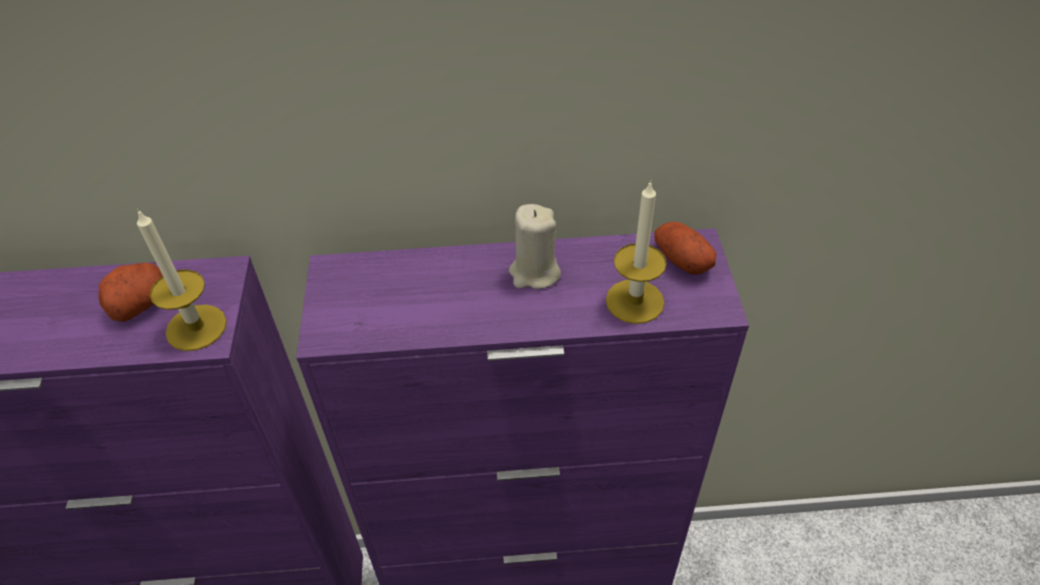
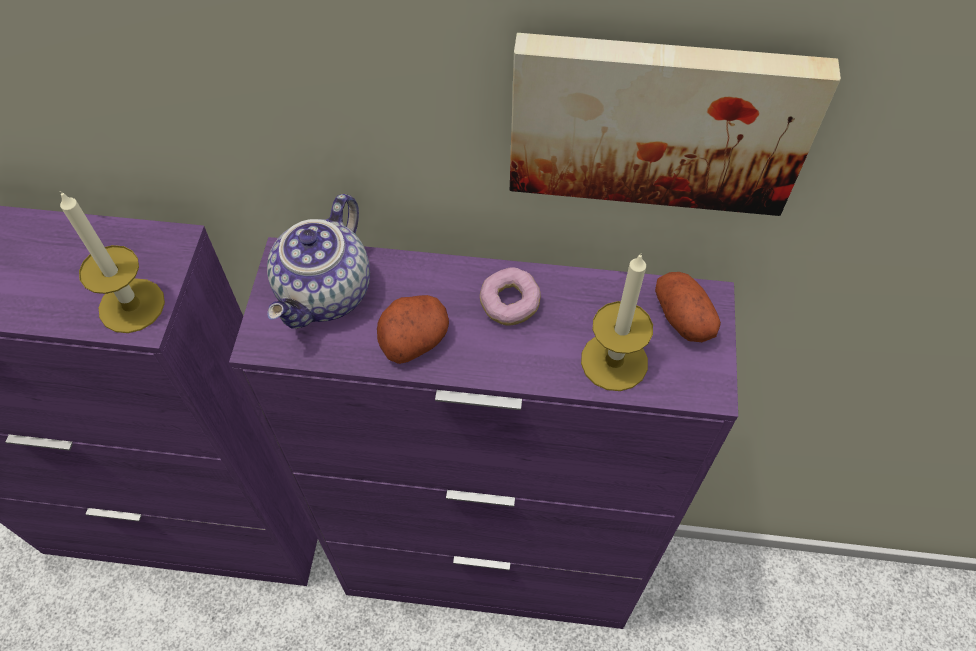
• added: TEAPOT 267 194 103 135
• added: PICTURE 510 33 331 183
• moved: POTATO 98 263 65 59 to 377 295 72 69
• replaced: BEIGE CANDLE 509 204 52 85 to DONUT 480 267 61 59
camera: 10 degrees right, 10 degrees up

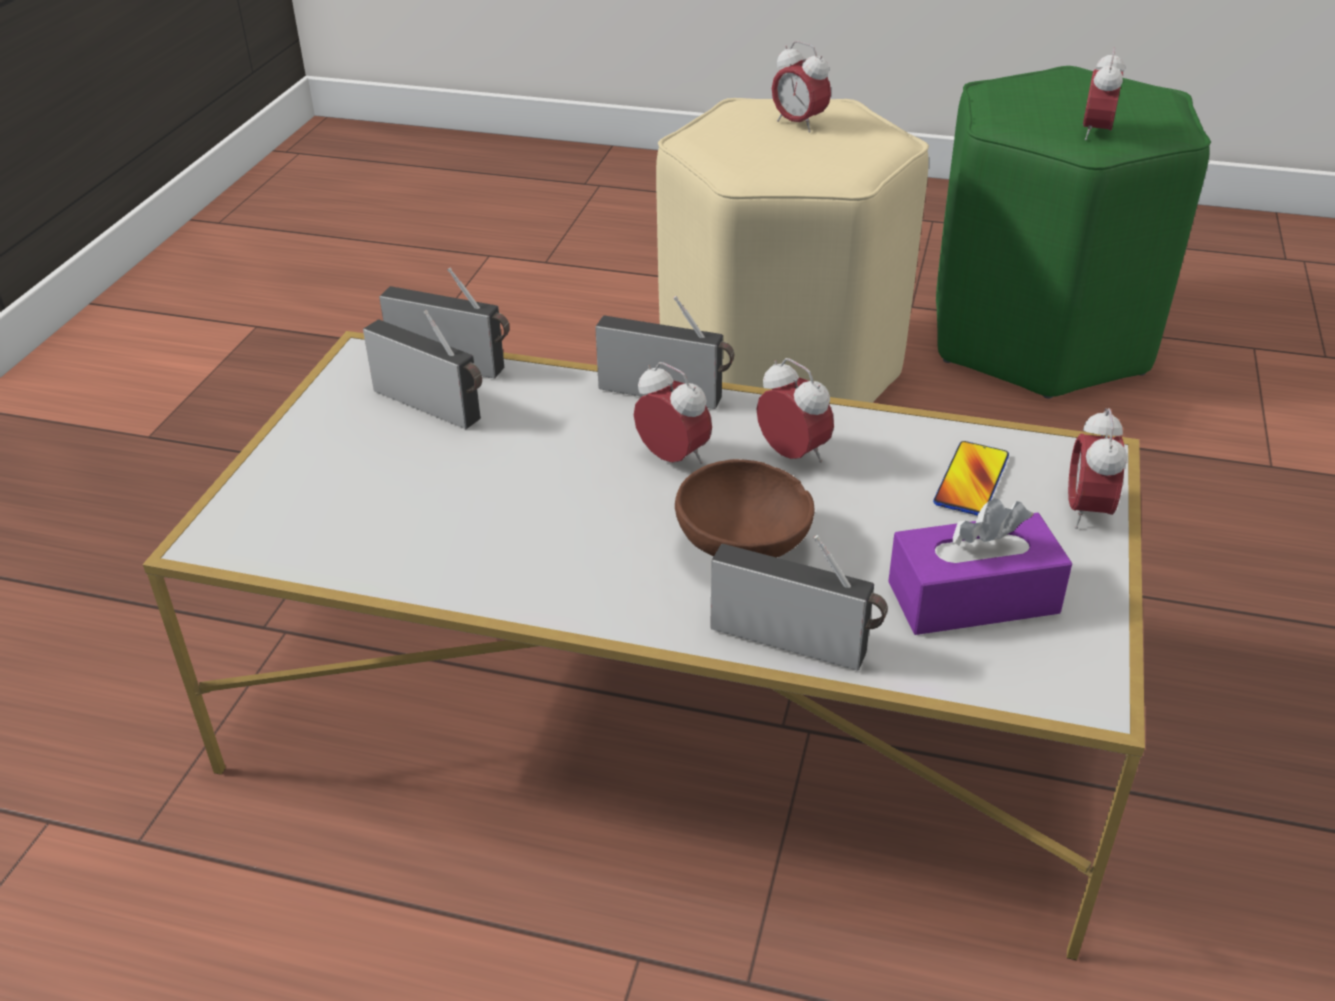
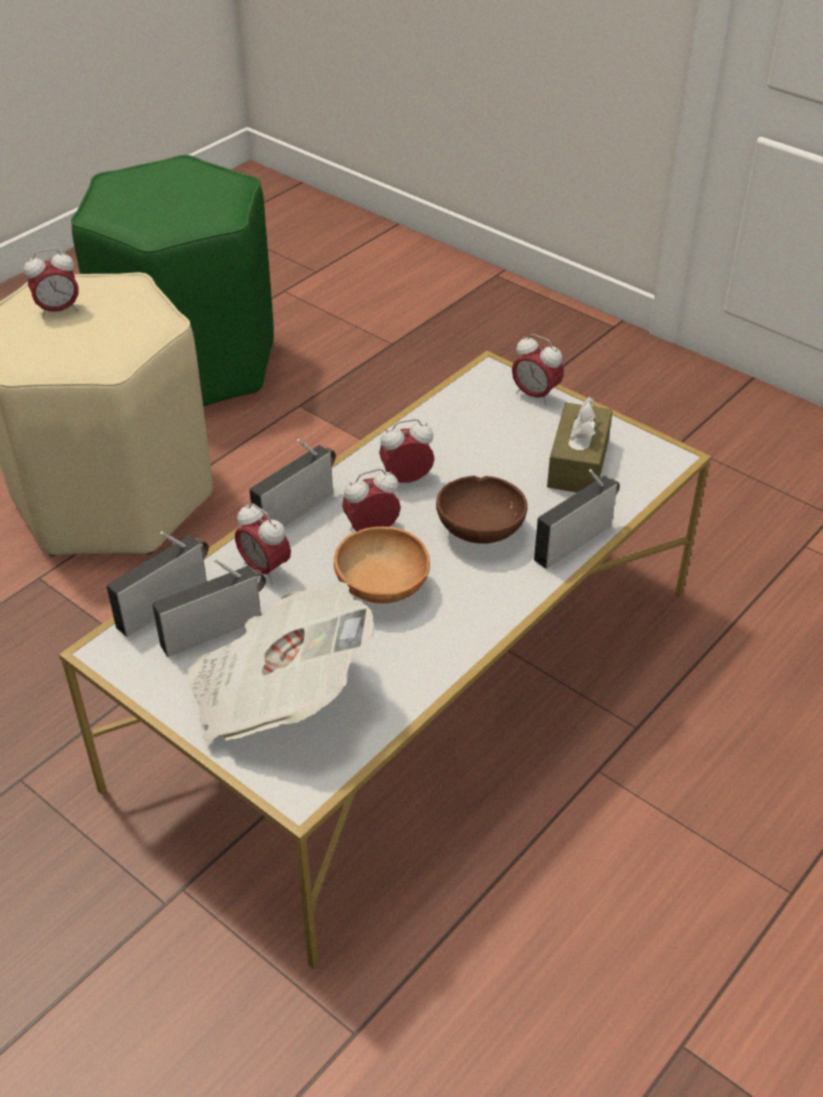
• removed: PHONE 933 441 76 75
• added: NEWSPAPER 188 582 186 161
• added: BROWN BOWL 334 527 96 76
• moved: ALARM CLOCK 1083 48 42 92 to 235 503 56 81
• recoloured: PURPLE TISSUE BOX 888 498 184 137 to BROWN TISSUE BOX 547 396 66 96
camera: 65 degrees left, 5 degrees up

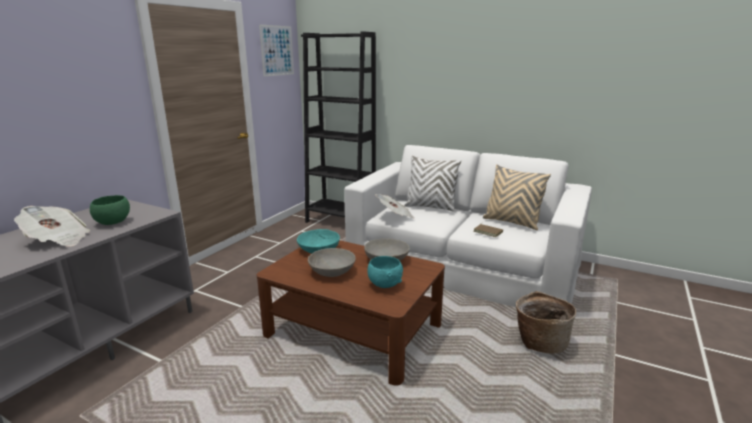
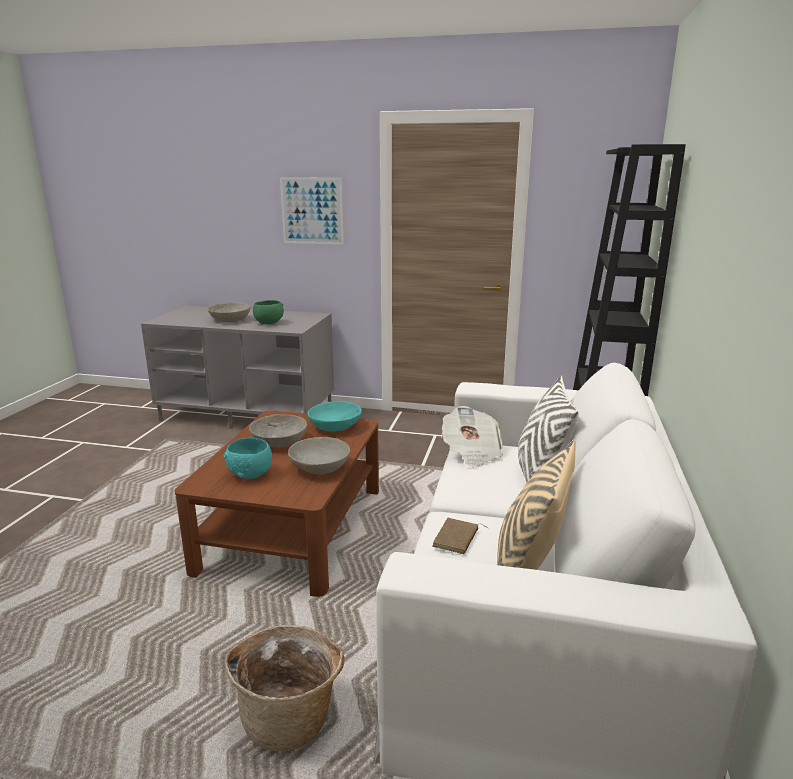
• moved: PICTURE 259 24 35 52 to 280 177 64 68
• replaced: NEWSPAPER 14 206 76 41 to GREY BOWL 207 303 43 19
camera: 75 degrees right, 0 degrees up

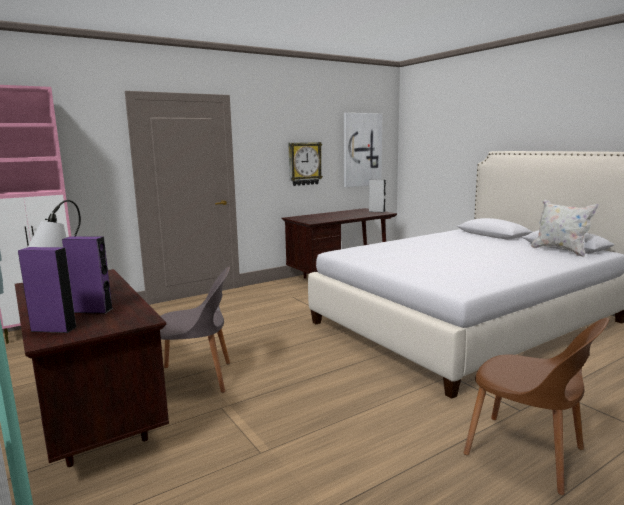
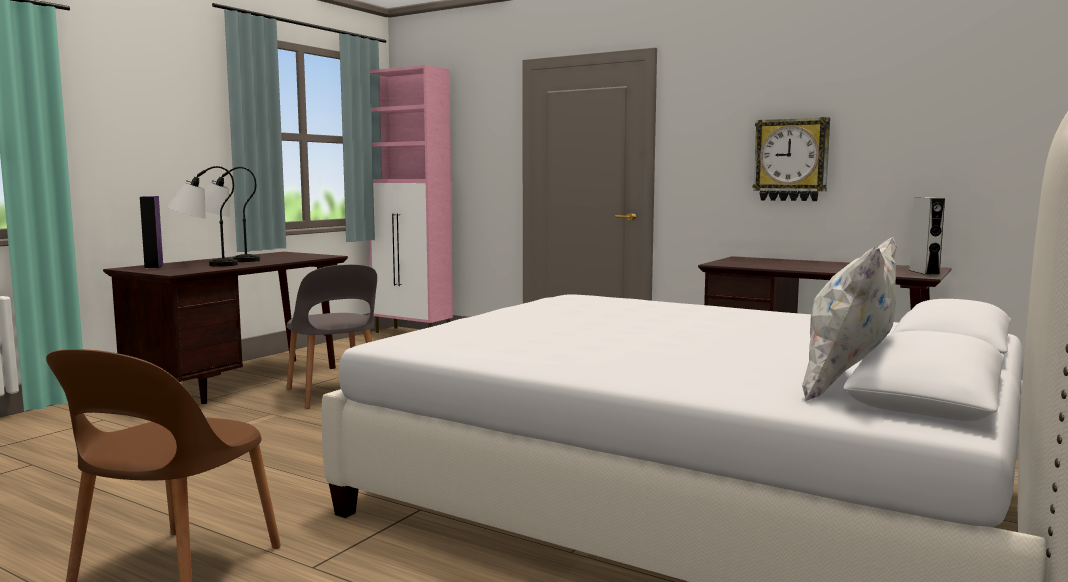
• removed: PICTURE 344 113 38 74
• replaced: PURPLE SPEAKER 62 236 51 77 to TABLE LAMP 167 166 71 101
camera: 65 degrees right, 5 degrees down

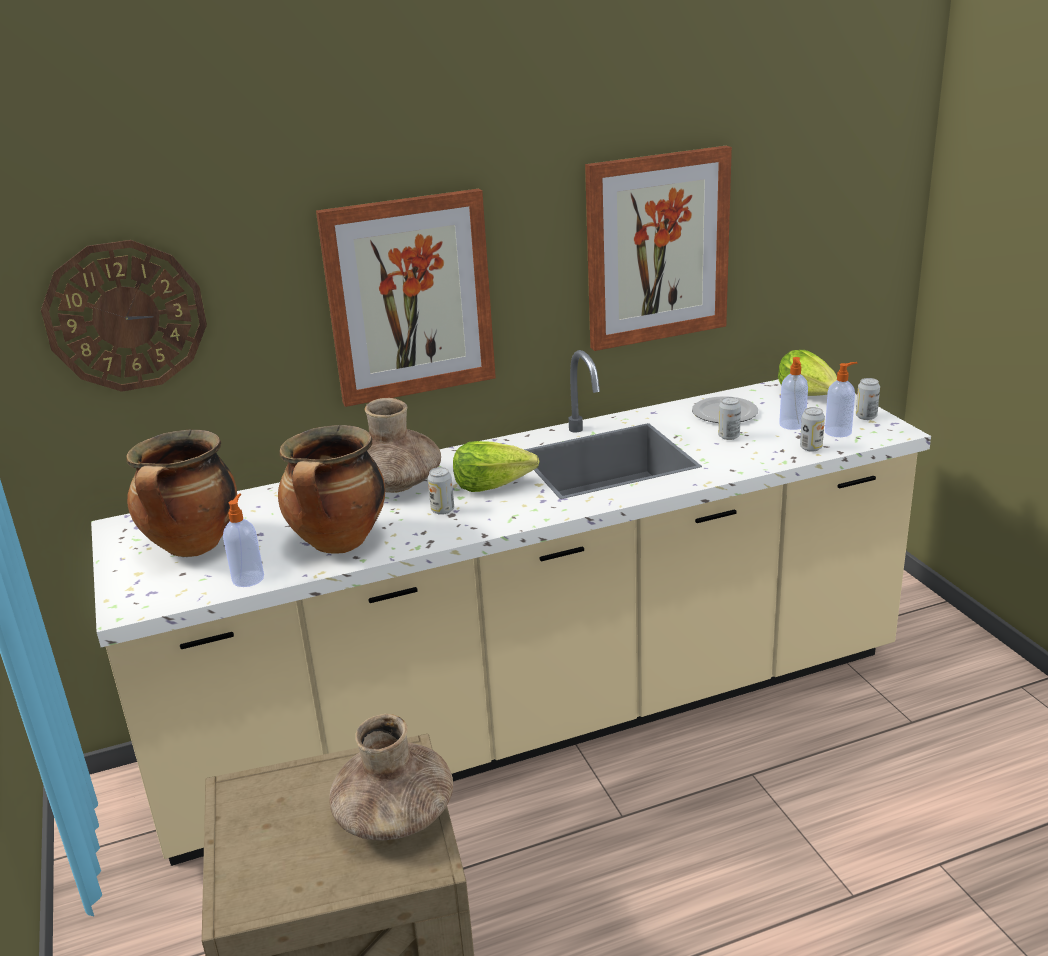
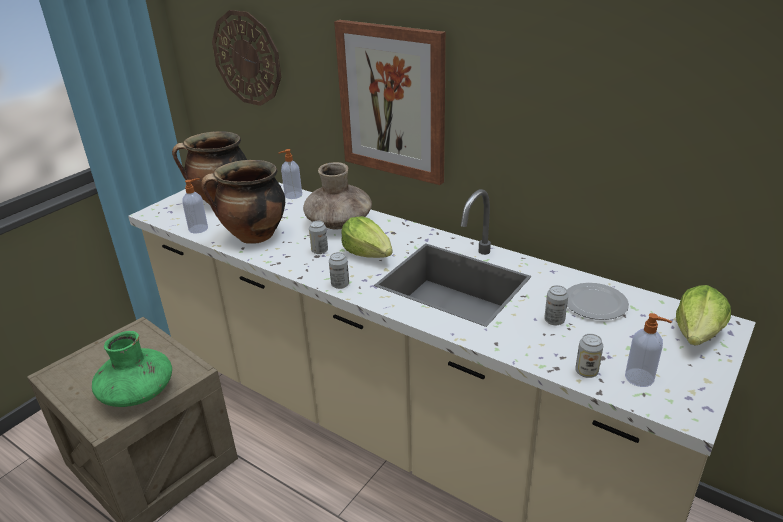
• removed: PICTURE 585 146 147 205
• moved: SOAP DISPENSER 779 357 29 73 to 278 149 24 50
• moved: CAN 856 378 24 42 to 329 252 20 37
• recoloured: BROWN VASE 329 714 124 126 to GREEN VASE 92 331 80 76
camera: 55 degrees right, 5 degrees up

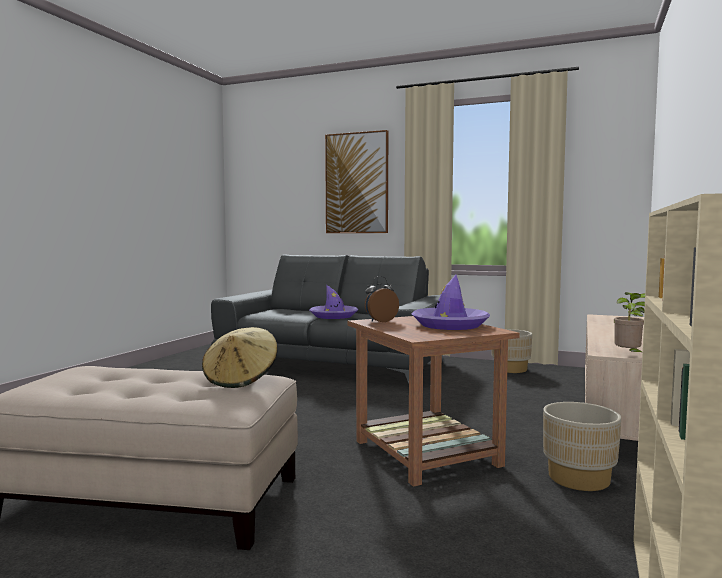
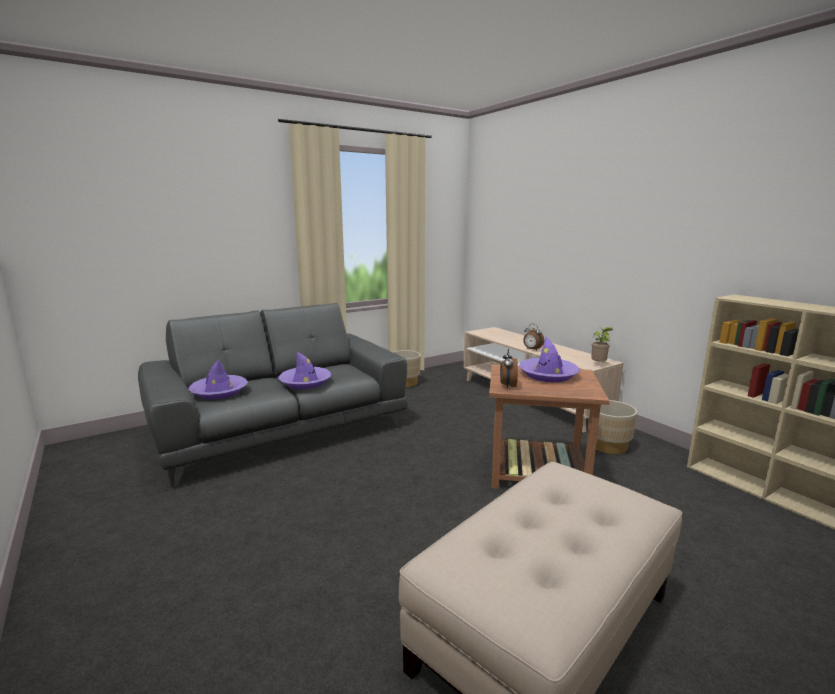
• removed: BEIGE HAT 202 327 76 61
• removed: PICTURE 325 130 63 103
• added: PURPLE HAT 189 360 59 40
• added: ALARM CLOCK 523 324 21 27
camera: 55 degrees left, 10 degrees up

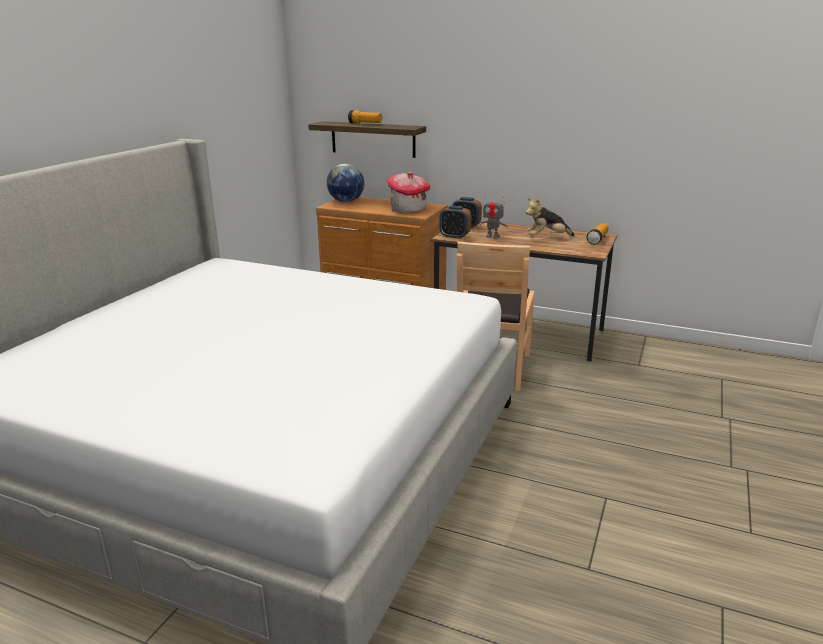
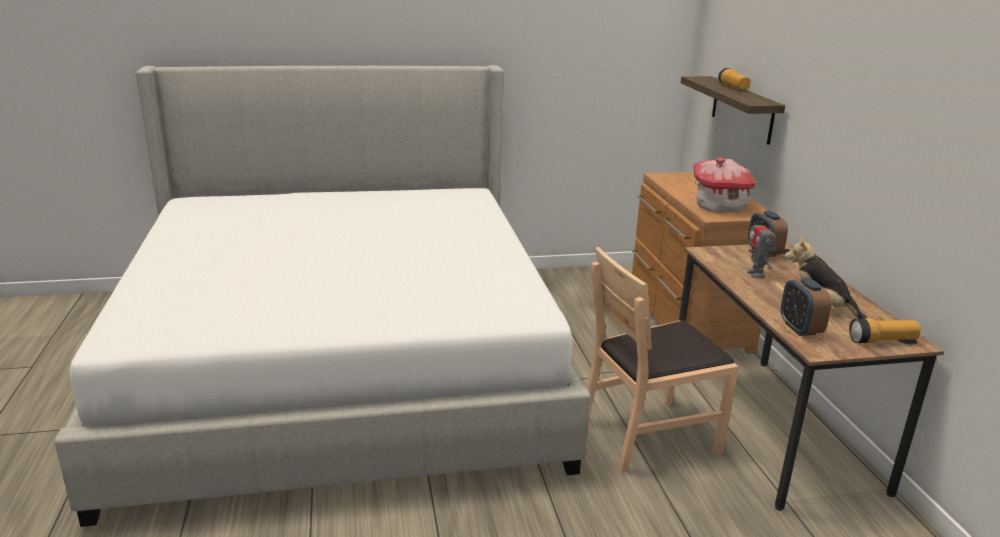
• removed: GLOBE 327 163 37 39
• moved: ALARM CLOCK 439 205 32 34 to 781 278 51 58
camera: 55 degrees right, 0 degrees up

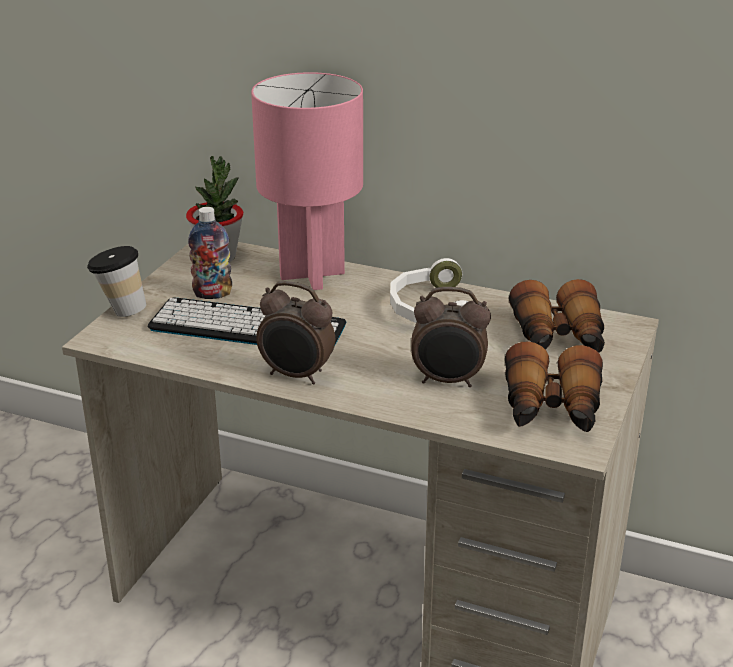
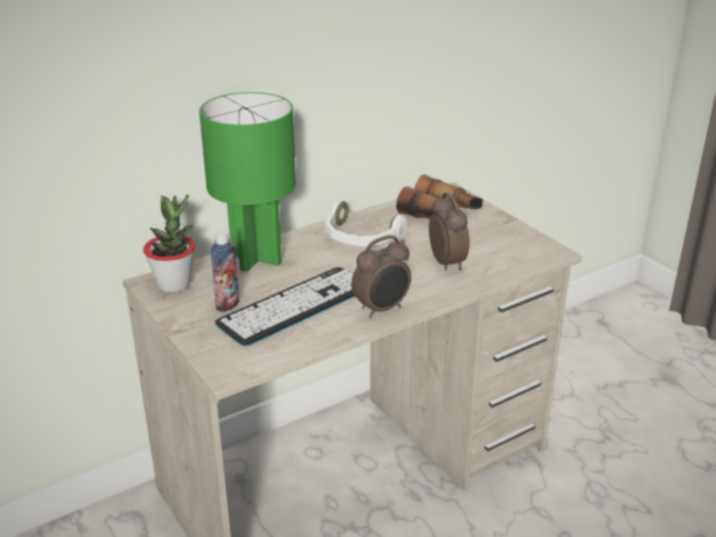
• removed: CUP 87 246 59 71
• removed: BINOCULARS 505 341 98 91
• recoloured: PINK TABLE LAMP 251 72 112 218 to GREEN TABLE LAMP 199 92 97 180
• turned: ALARM CLOCK 411 287 80 100 = 429 192 41 79 60 degrees counterclockwise
camera: 55 degrees left, 0 degrees up

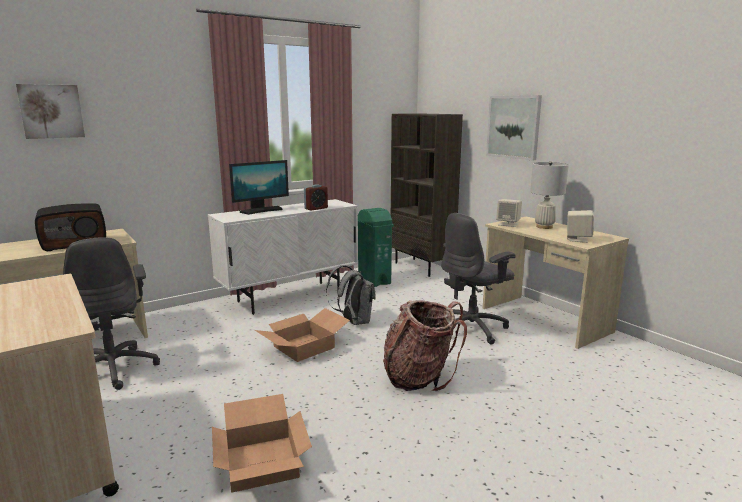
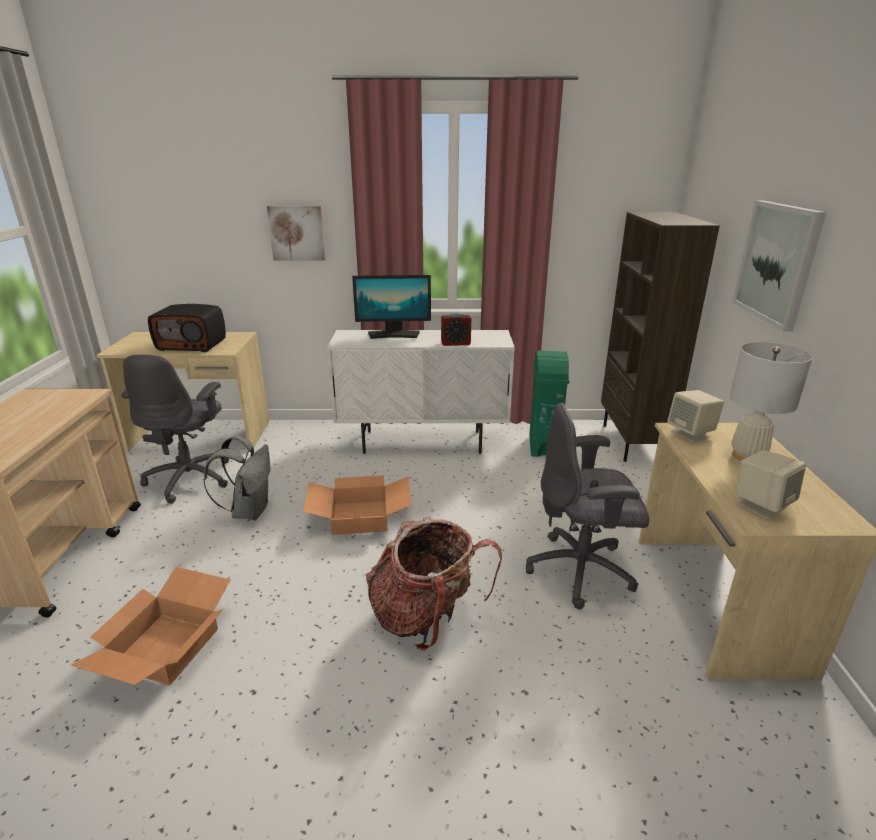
• moved: PICTURE 16 84 69 55 to 267 206 58 55
• moved: GREY BACKPACK 326 265 50 60 to 204 436 66 84
camera: 35 degrees right, 10 degrees up

